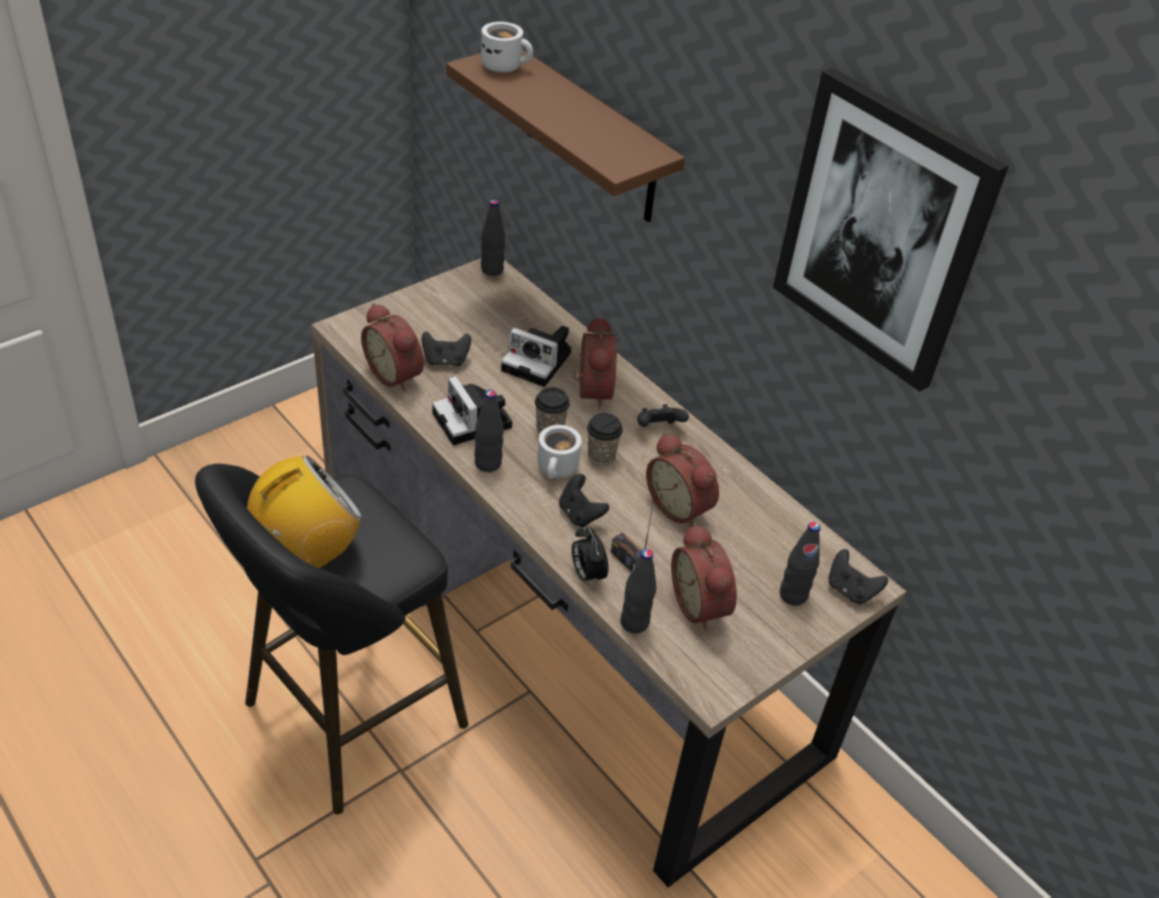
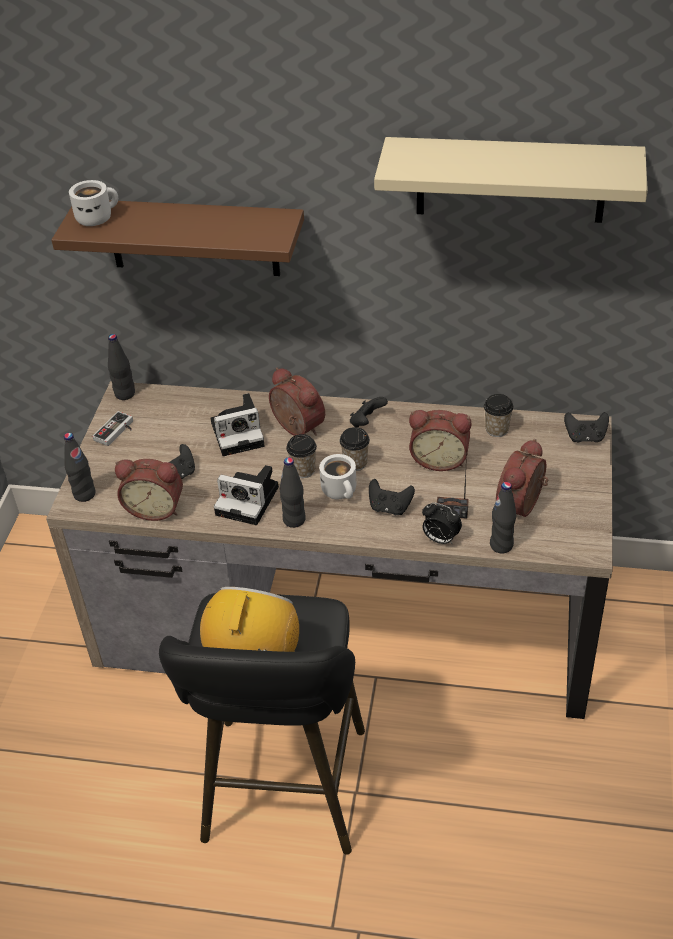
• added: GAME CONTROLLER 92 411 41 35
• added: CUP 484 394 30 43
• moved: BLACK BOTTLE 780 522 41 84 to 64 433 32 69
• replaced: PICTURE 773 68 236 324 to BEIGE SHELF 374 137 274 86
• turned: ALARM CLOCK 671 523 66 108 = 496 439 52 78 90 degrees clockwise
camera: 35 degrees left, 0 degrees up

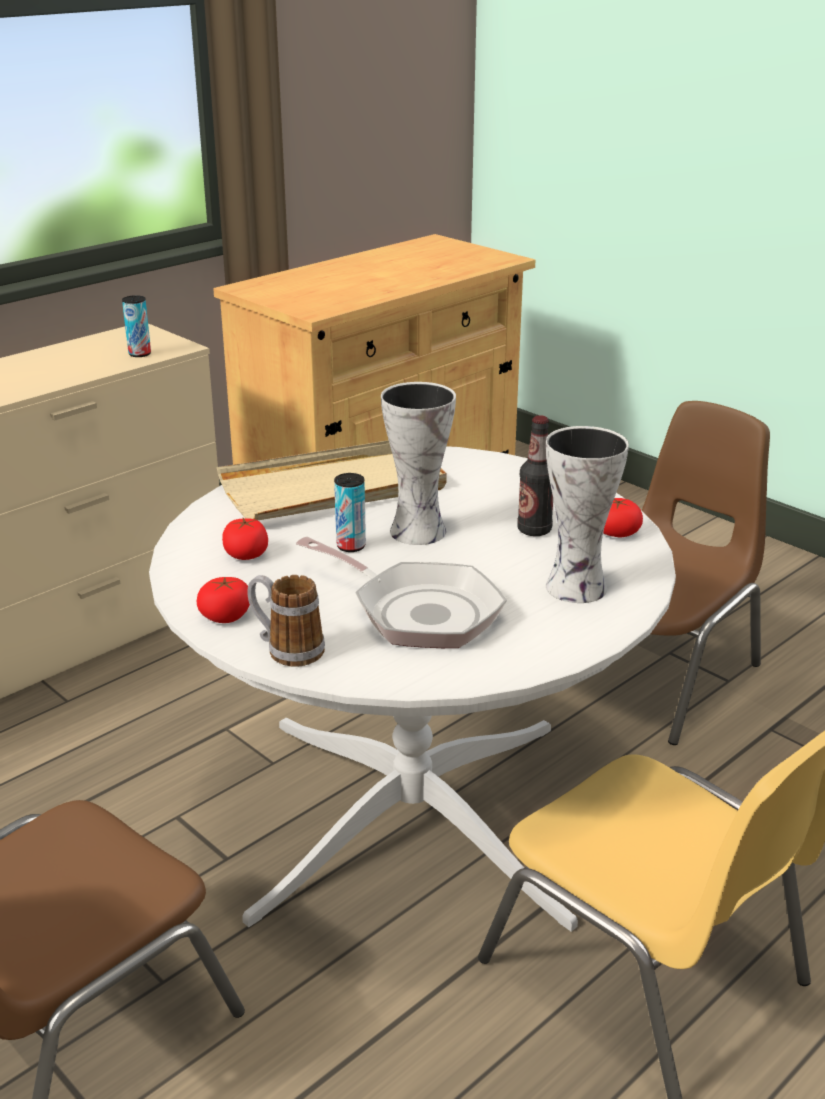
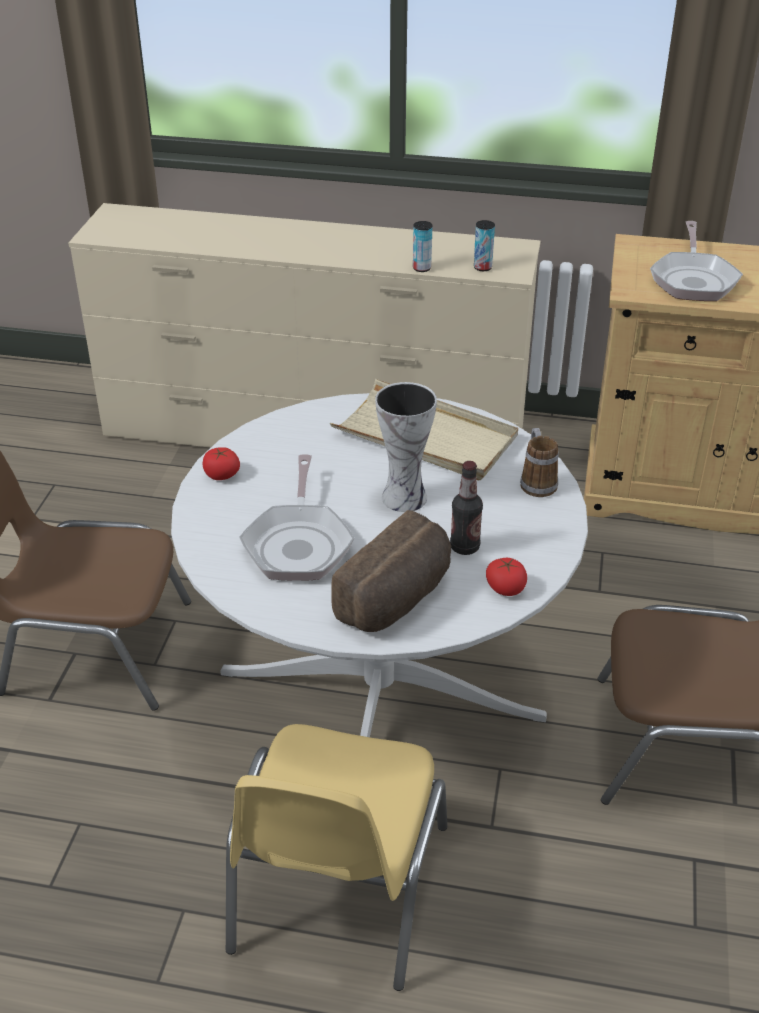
• removed: TOMATO 222 518 46 42
• added: FRYING PAN 650 221 93 80
• moved: MUG 247 575 78 92 to 520 428 39 69
• moved: CAN 334 473 32 79 to 413 221 19 51
• replaced: VASE 546 426 83 177 to BREAD 331 510 120 122
camera: 55 degrees right, 10 degrees up

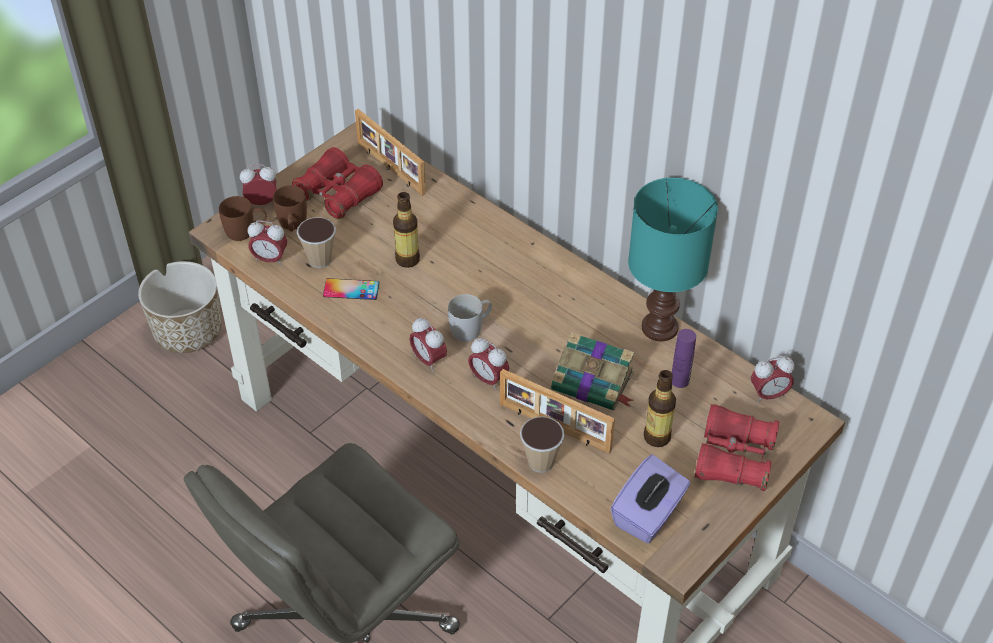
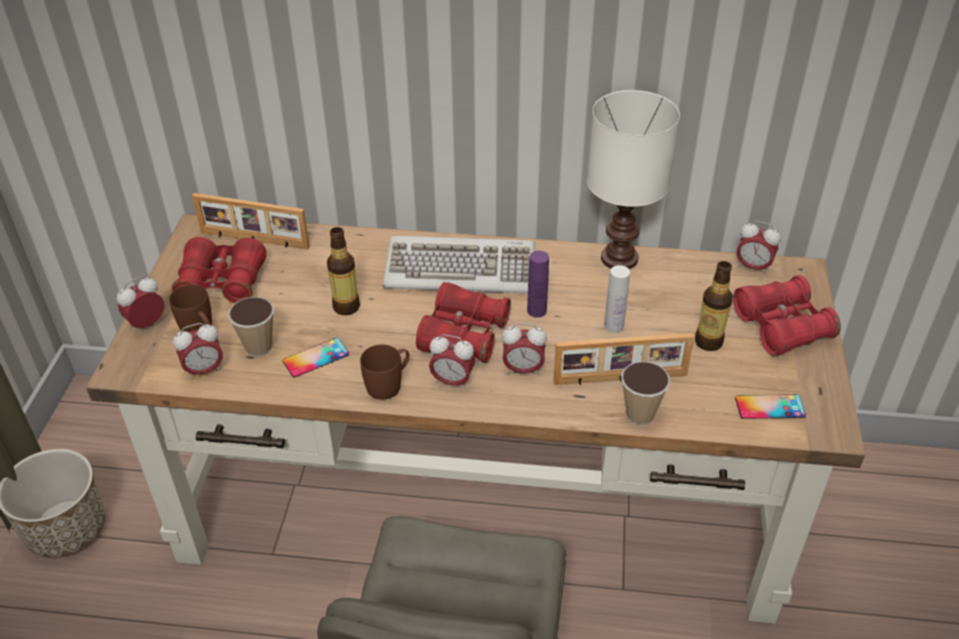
• added: KEYBOARD 383 236 152 57
• moved: BROWN MUG 219 196 48 45 to 360 344 50 56
• moved: PURPLE BOTTLE 672 329 24 59 to 527 251 22 67
• replaced: WHITE MUG 448 294 44 48 to RED BINOCULARS 416 282 95 81
• replaced: BOOK 551 332 83 78 to WHITE BOTTLE 604 265 26 68
• replaced: PURPLE TISSUE BOX 610 455 80 88 to PHONE 735 394 71 25
• recoloured: TURQUOISE TABLE LAMP 628 178 90 163 to WHITE TABLE LAMP 587 90 93 179
• turned: ALARM CLOCK 751 356 43 47 = 737 221 44 54 75 degrees clockwise
camera: 35 degrees left, 5 degrees down

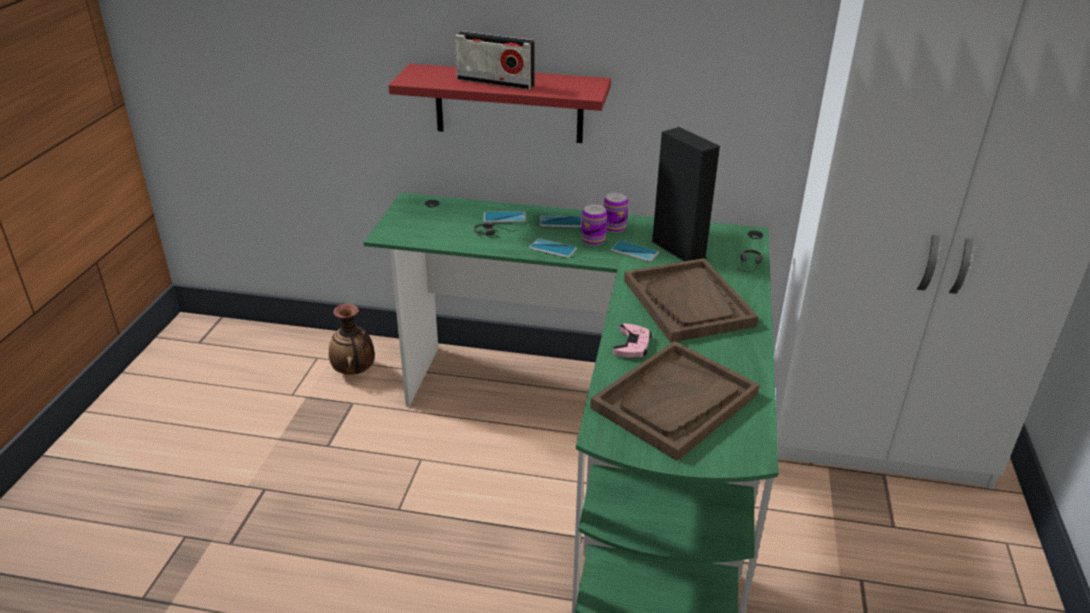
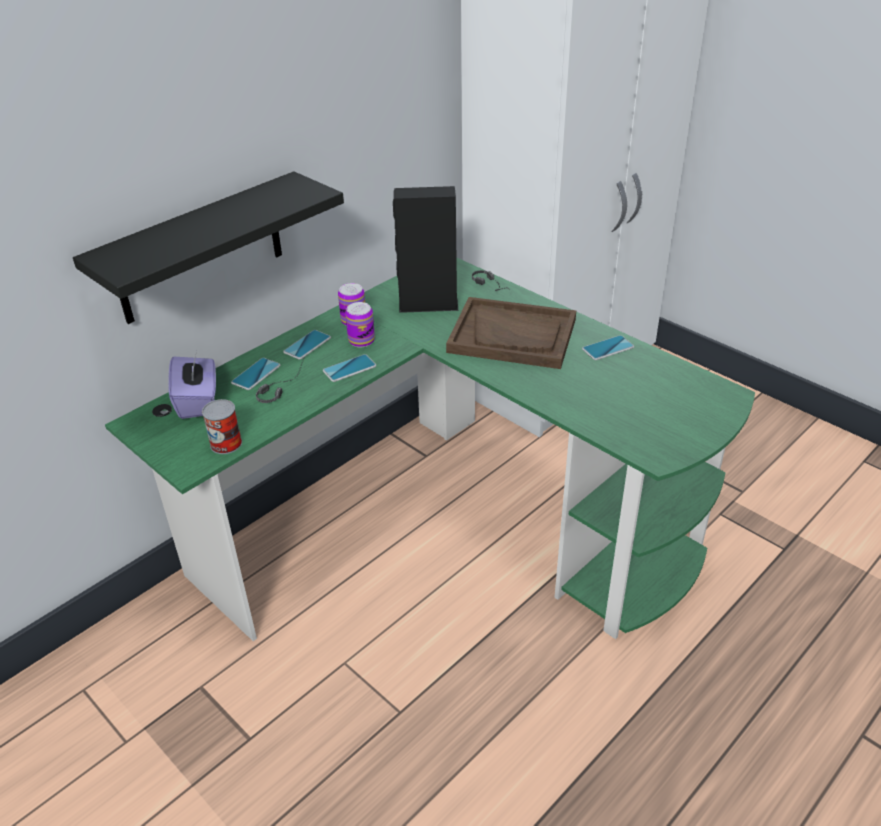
• removed: VASE 329 304 46 71
• removed: RADIO 455 31 80 59
• removed: BROWN TRAY 590 341 170 120
• removed: PINK GAME CONTROLLER 613 324 39 34
• added: PURPLE TISSUE BOX 168 351 48 68
• added: CAN 202 399 40 55
• moved: PHONE 611 241 48 21 to 582 335 52 25
• recoloured: RED SHELF 388 64 223 79 to BLACK SHELF 73 171 271 153
camera: 55 degrees left, 5 degrees up

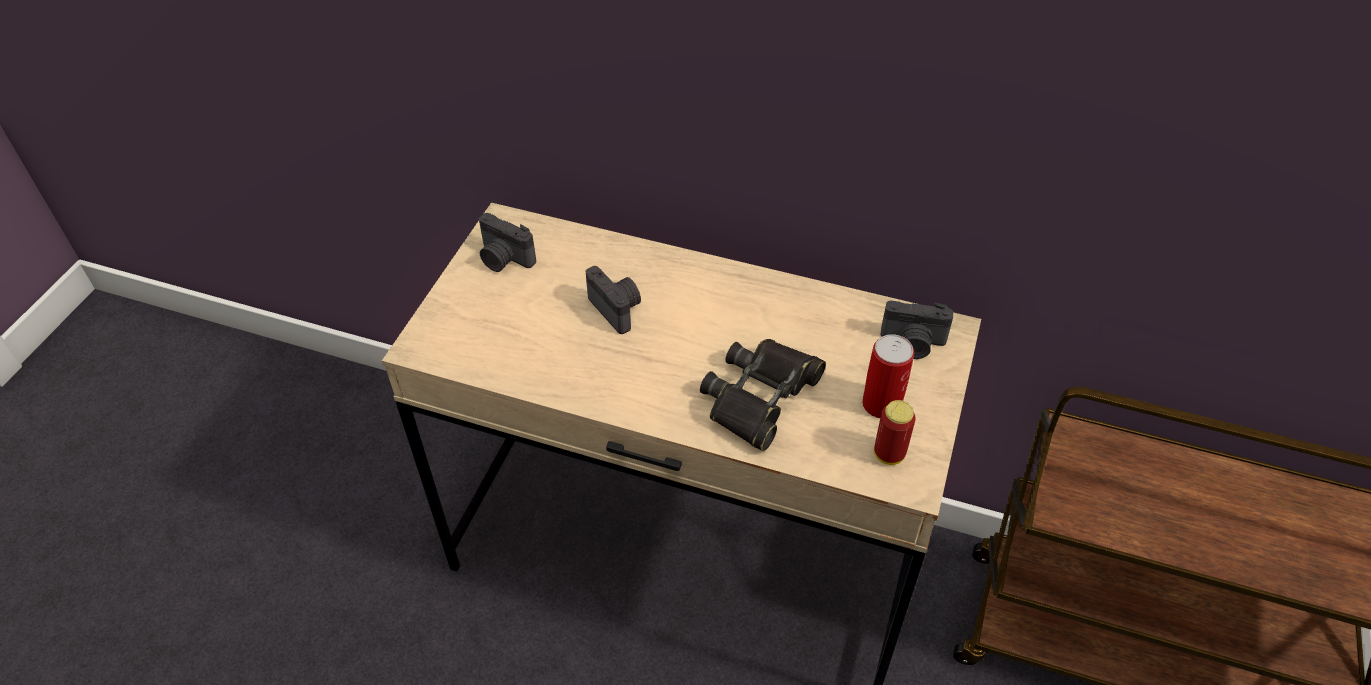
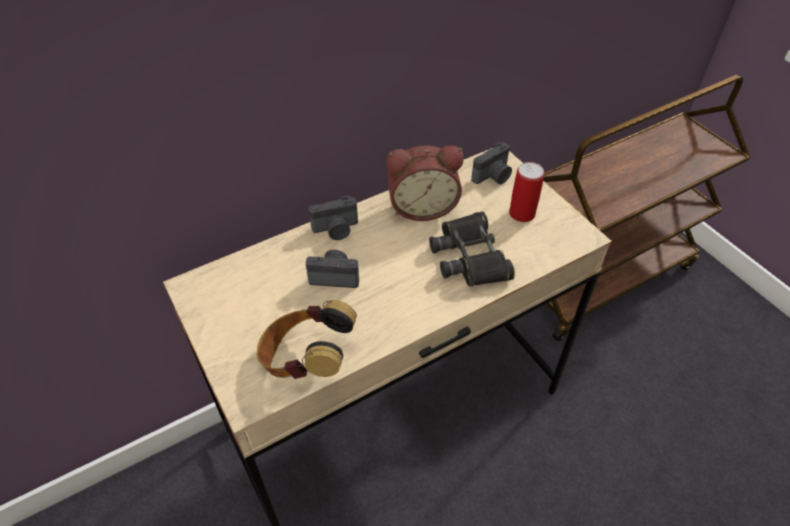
• removed: CAN 874 400 42 65
• added: HEADPHONES 257 300 100 79
• added: ALARM CLOCK 386 145 78 76
• moved: PHOTO CAMERA 479 213 57 59 to 309 195 49 45
camera: 50 degrees left, 0 degrees up

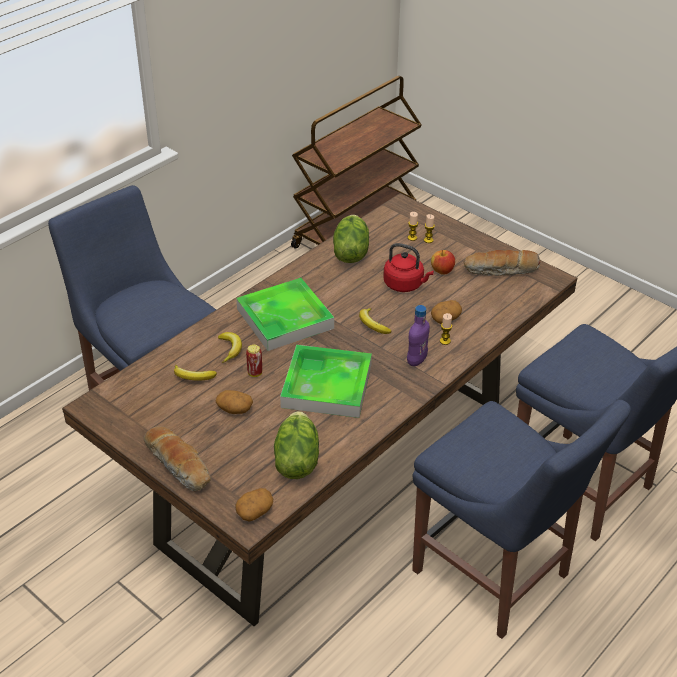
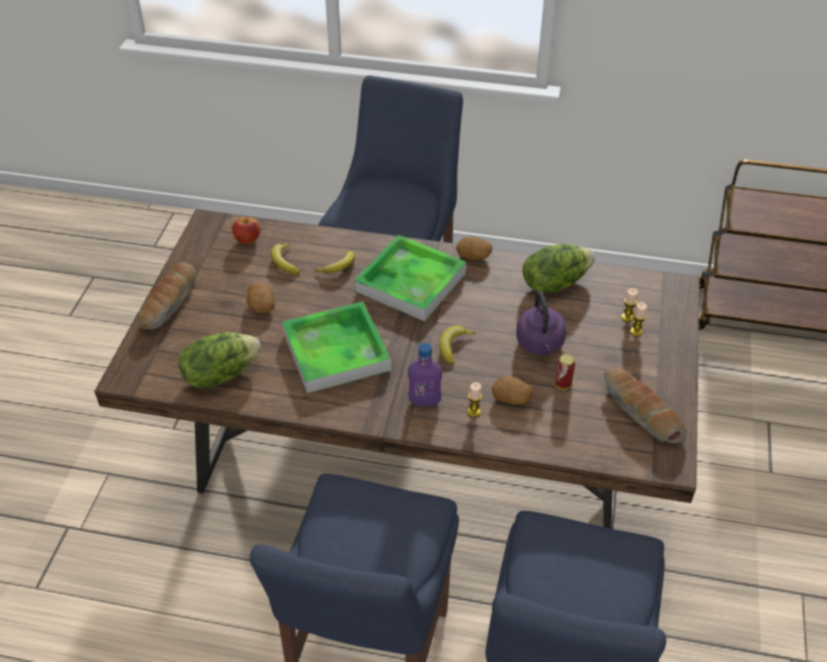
• moved: POTATO 235 488 38 34 to 456 237 37 23
• moved: CAN 246 345 16 32 to 554 354 21 36
• moved: APPLE 431 250 24 25 to 232 217 28 28
• recoloured: RED KETTLE 383 243 51 49 to PURPLE KETTLE 516 291 51 64
camera: 60 degrees right, 5 degrees up

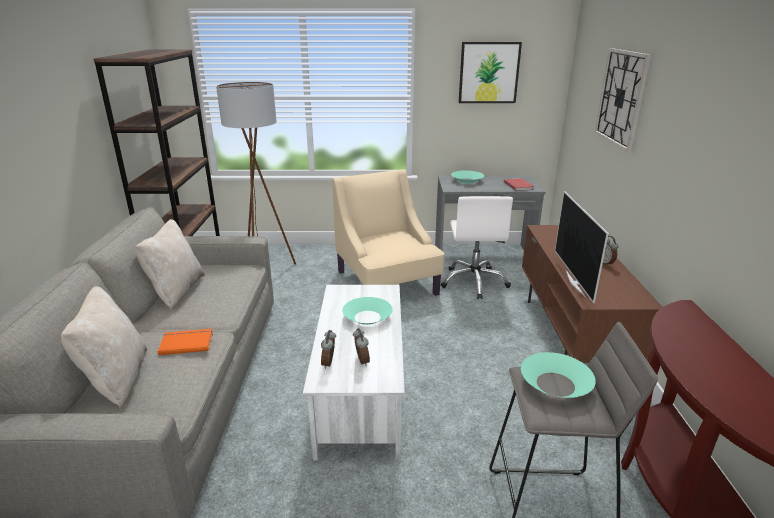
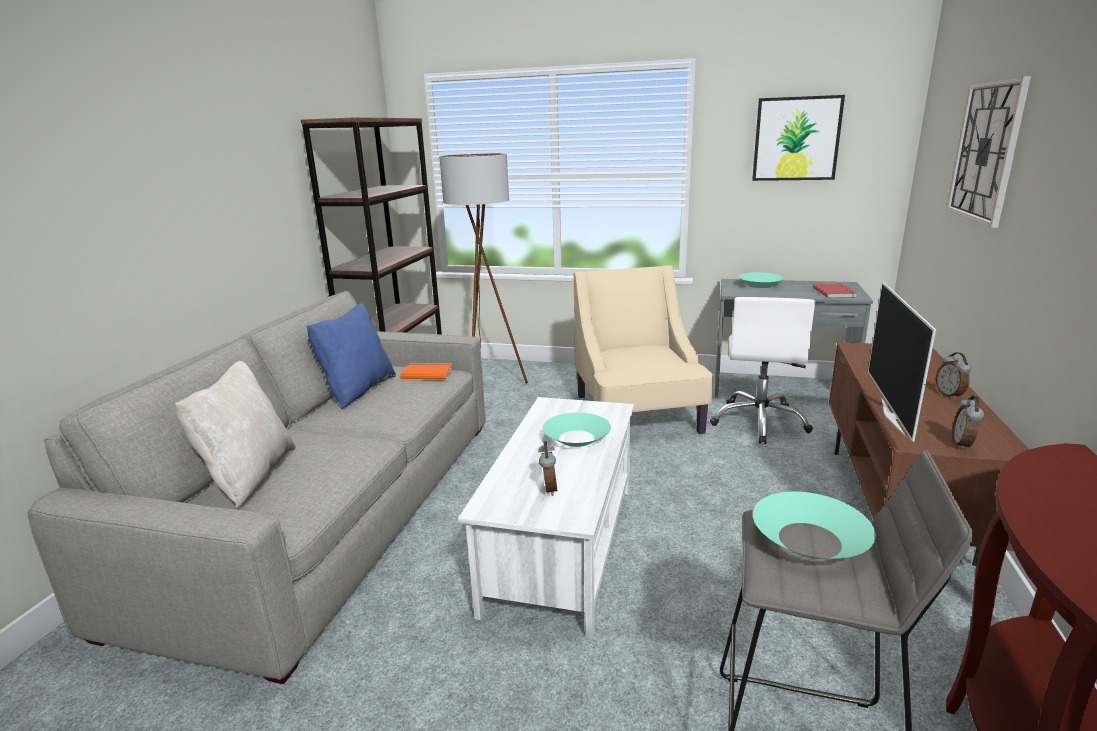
• moved: ORANGE BOOK 158 329 55 26 to 400 363 53 16
• moved: ALARM CLOCK 321 330 15 39 to 952 396 32 54
• recoloured: BEIGE PILLOW 135 219 70 91 to BLUE PILLOW 307 303 89 106
camera: 15 degrees right, 5 degrees down

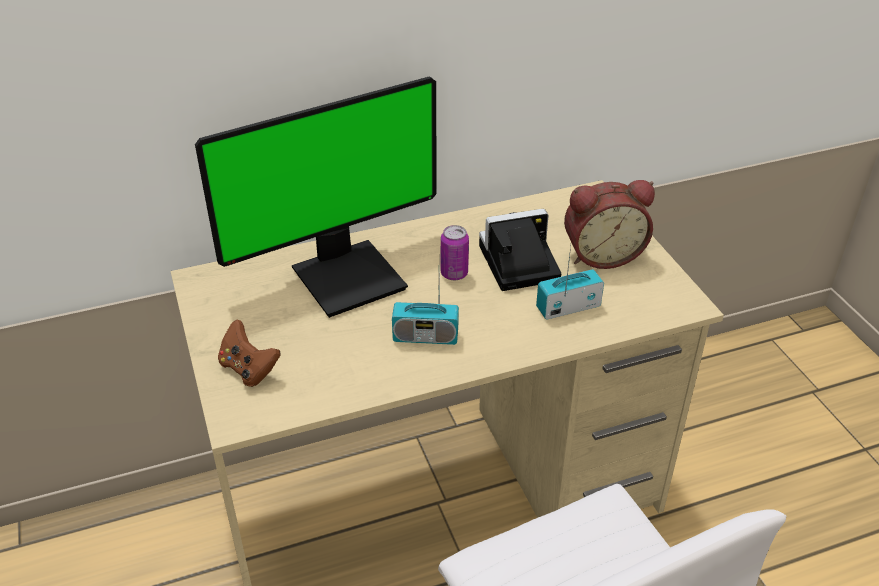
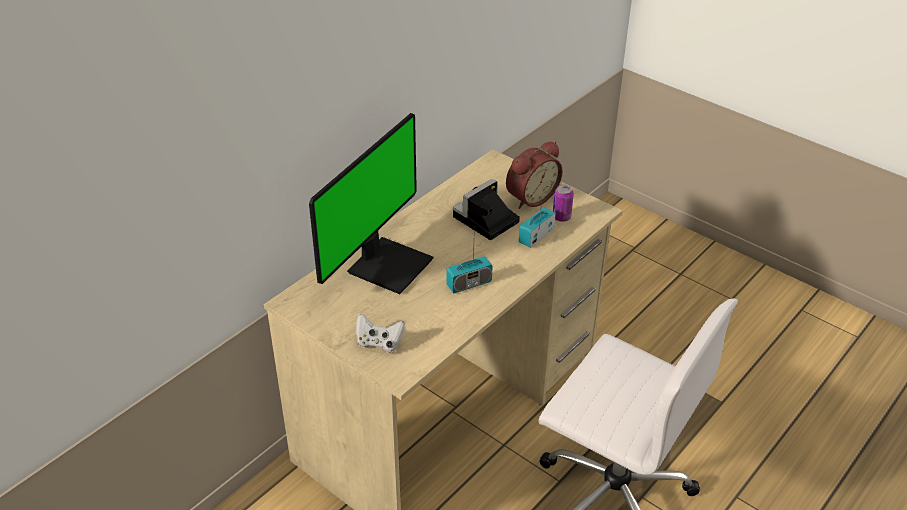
• moved: CAN 441 225 28 55 to 553 184 21 38
• recoloured: BROWN GAME CONTROLLER 218 320 62 67 to WHITE GAME CONTROLLER 356 313 49 40
camera: 30 degrees left, 0 degrees up

